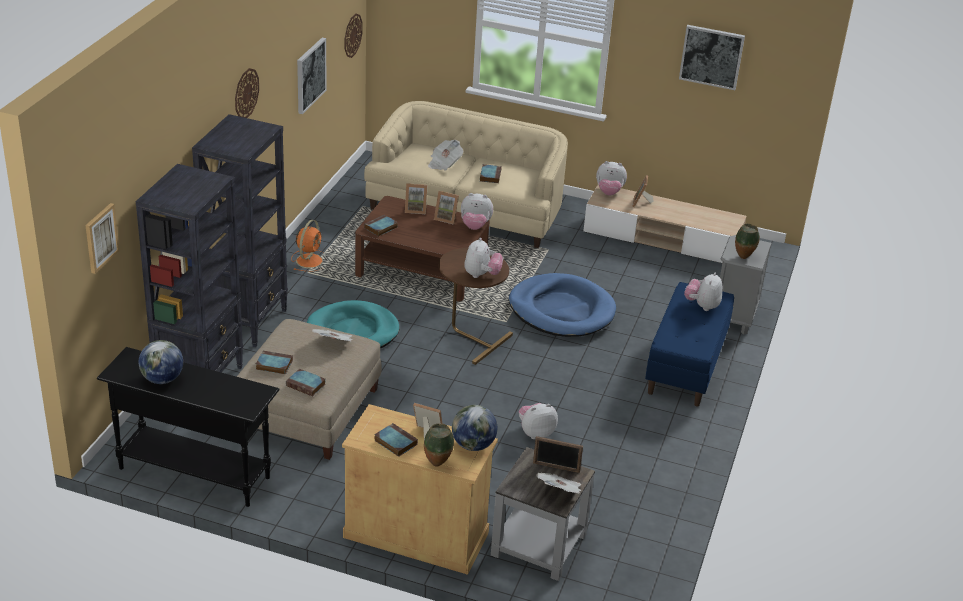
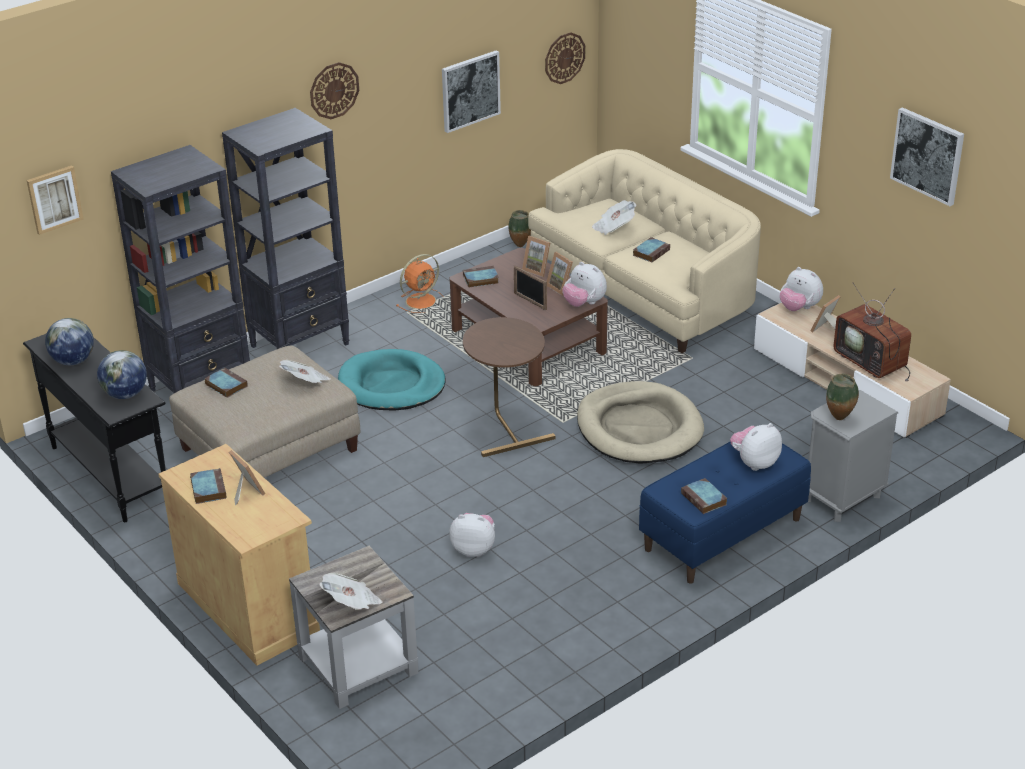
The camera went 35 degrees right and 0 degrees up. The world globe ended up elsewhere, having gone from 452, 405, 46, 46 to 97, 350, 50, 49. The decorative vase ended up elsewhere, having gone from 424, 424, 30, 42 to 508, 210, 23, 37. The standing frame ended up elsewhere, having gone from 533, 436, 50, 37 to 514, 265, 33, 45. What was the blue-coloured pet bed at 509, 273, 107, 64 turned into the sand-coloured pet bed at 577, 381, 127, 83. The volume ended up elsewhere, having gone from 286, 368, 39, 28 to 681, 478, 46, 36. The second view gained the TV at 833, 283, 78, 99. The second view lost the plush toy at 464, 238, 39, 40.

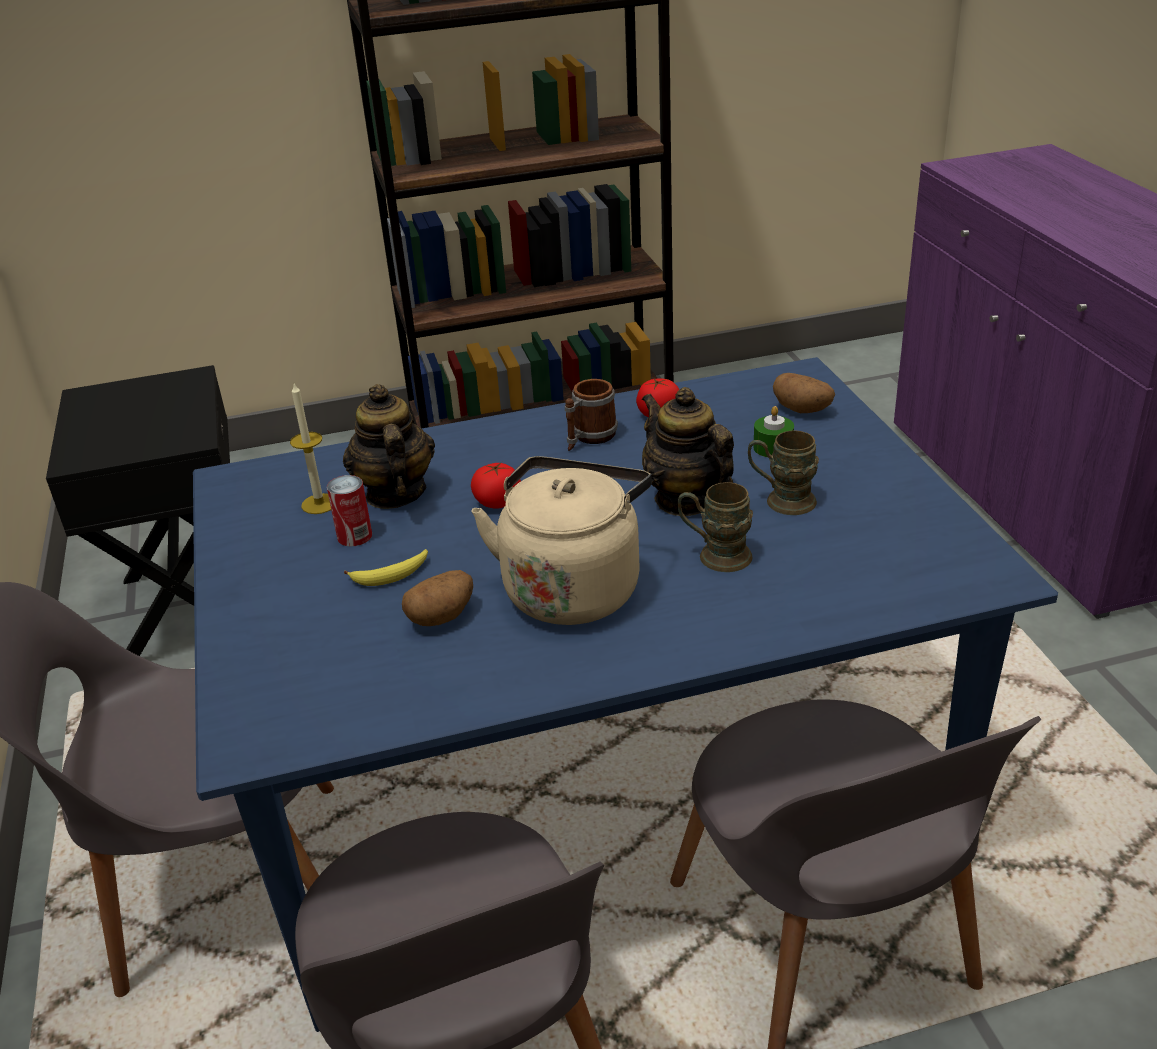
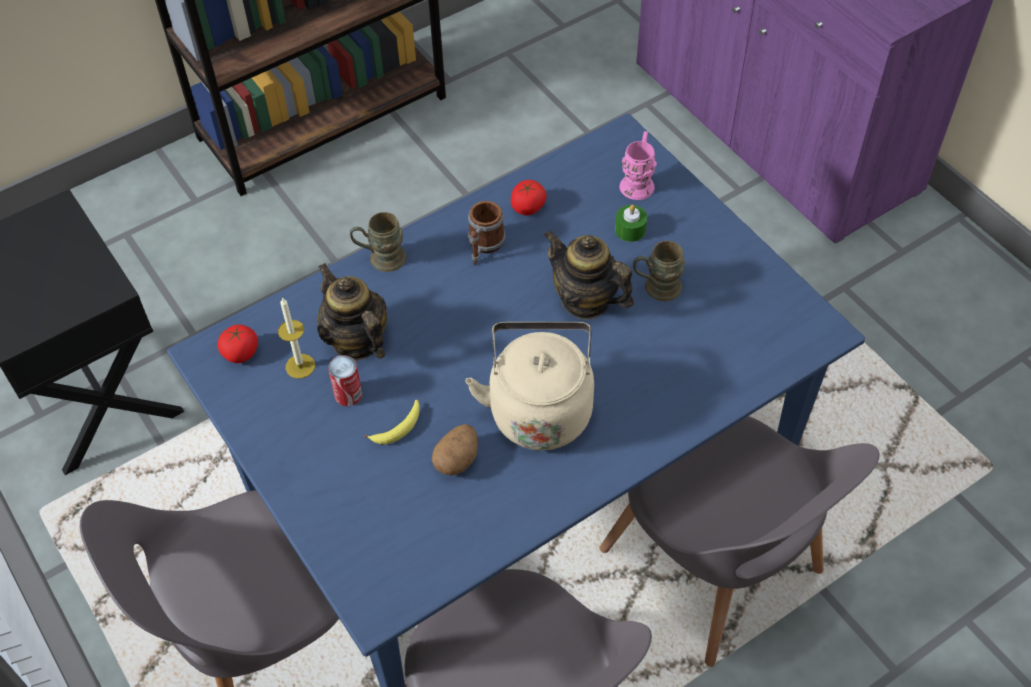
The camera went 20 degrees left and 20 degrees up. The fresh tomato ended up elsewhere, having gone from 471, 462, 50, 47 to 217, 324, 41, 39. The brown mug ended up elsewhere, having gone from 678, 482, 75, 90 to 350, 212, 57, 60. Where the whole potato stood at 773, 373, 62, 40, the pink-coloured mug came to stand at 619, 131, 38, 69.

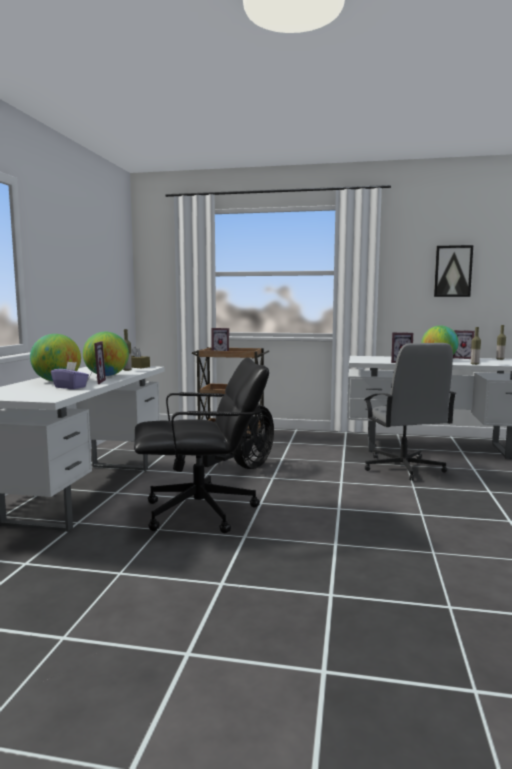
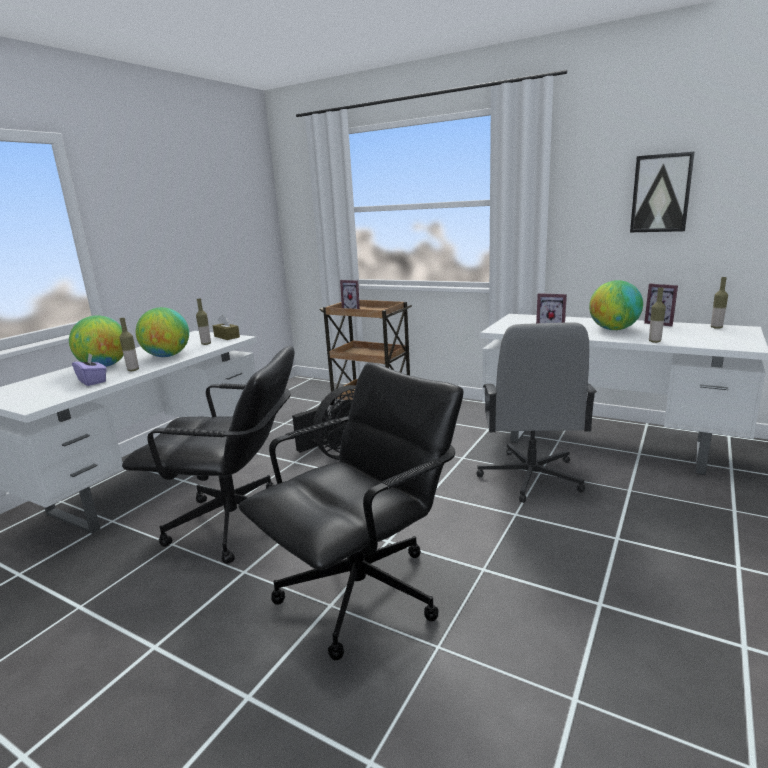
The camera went 20 degrees right and 10 degrees up. Where the standing frame stood at 87, 341, 19, 43, the beverage bottle came to stand at 119, 318, 20, 53. The second view gained the blackish desk chair at 238, 362, 225, 298.

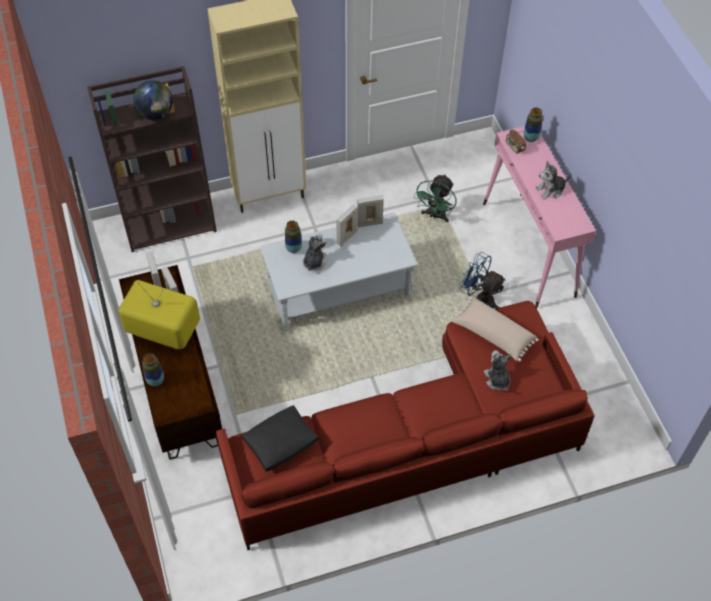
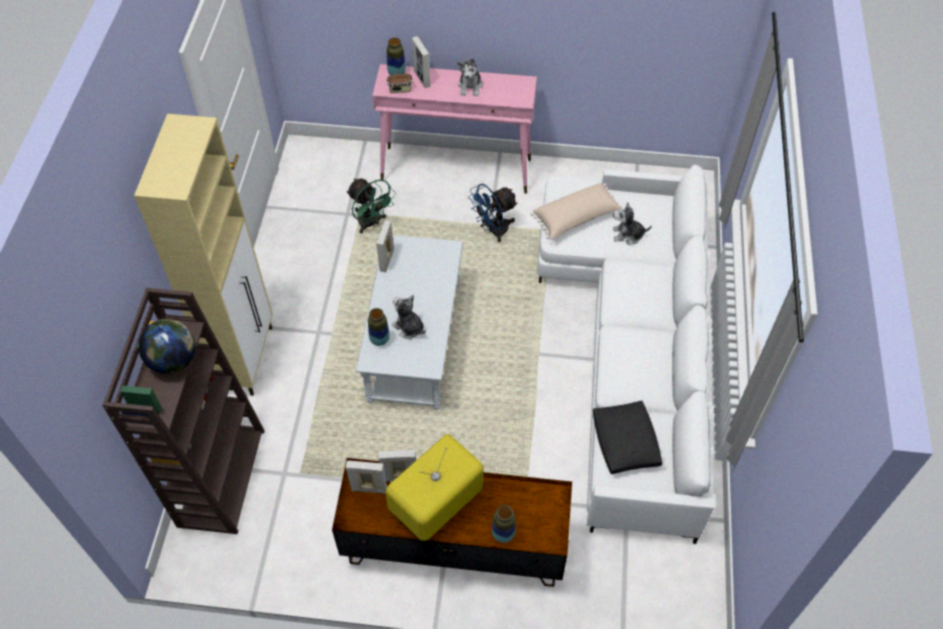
The camera went 65 degrees left and 0 degrees up. The standing frame ended up elsewhere, having gone from 336, 204, 22, 42 to 412, 36, 19, 52. What was the red couch at 216, 301, 379, 249 turned into the whitish couch at 537, 165, 178, 379.

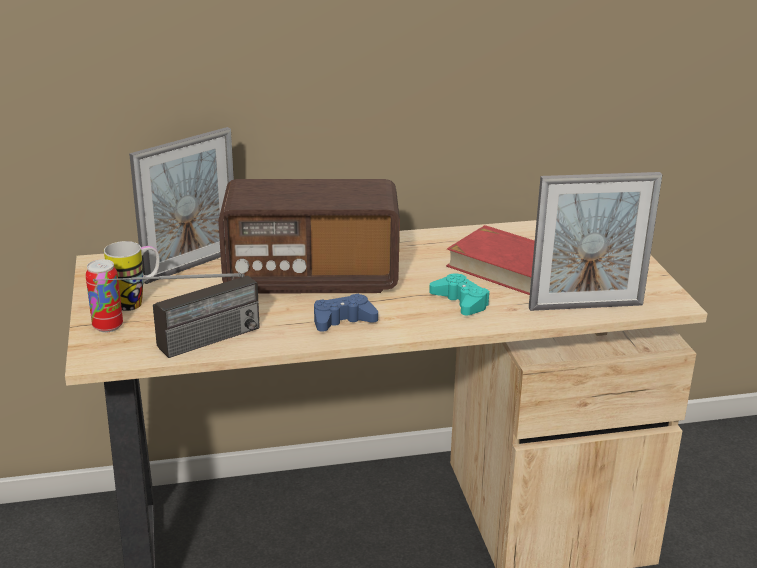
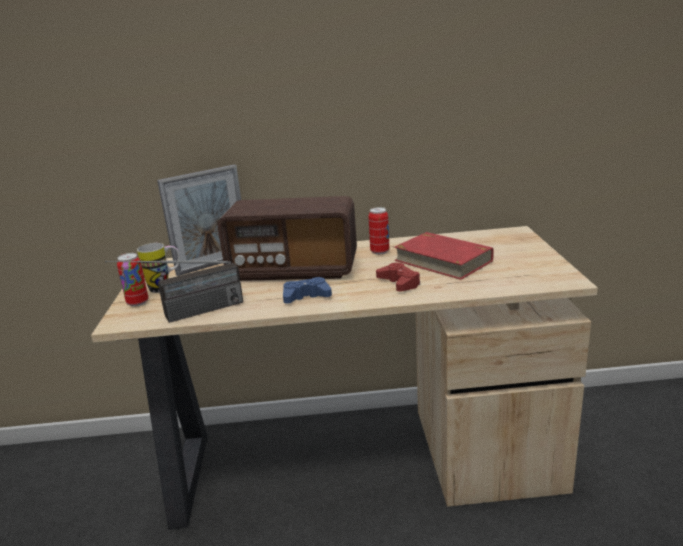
The camera went 10 degrees right and 5 degrees down. The second view gained the metal can at 368, 207, 21, 47. What was the turquoise game controller at 429, 273, 60, 42 turned into the red game controller at 376, 263, 45, 28. The second view lost the standing frame at 529, 172, 133, 139.

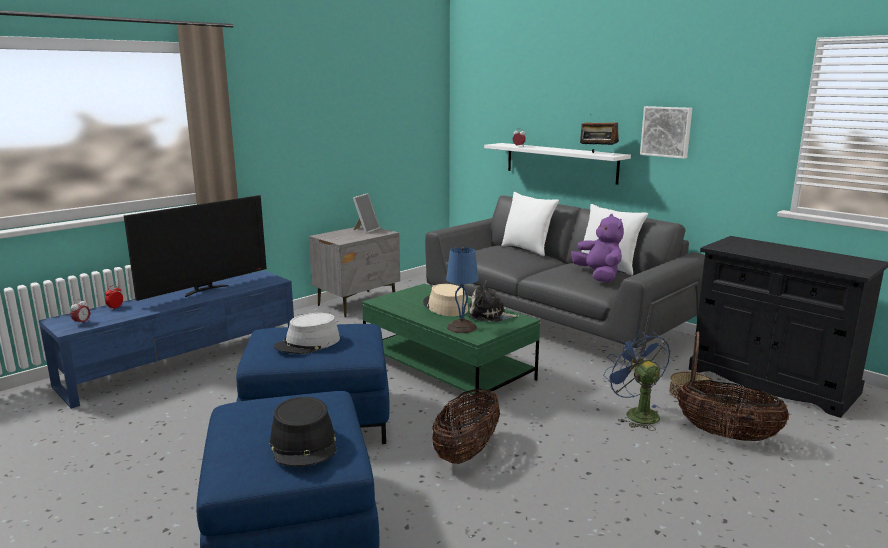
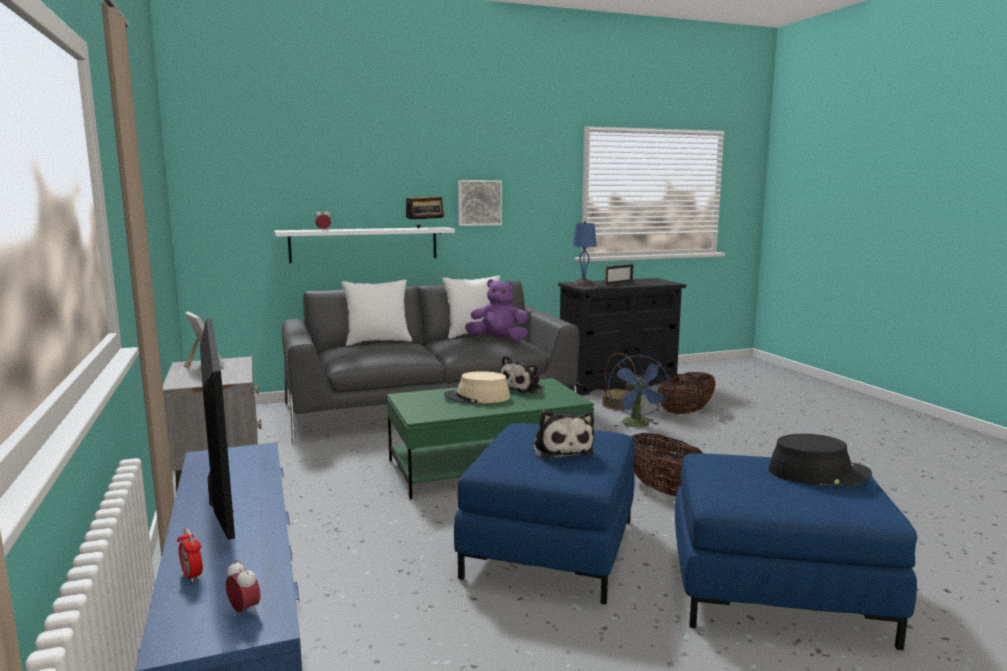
The camera went 65 degrees left and 5 degrees down. Where the greyish hat stood at 274, 313, 66, 41, the plush toy came to stand at 532, 410, 62, 50. The blue-coloured tabletop lamp ended up elsewhere, having gone from 446, 247, 32, 86 to 572, 221, 25, 65. The second view gained the standing frame at 605, 264, 28, 21. The blue-coloured electric fan at 603, 331, 67, 100 ended up facing another way, 90 degrees counterclockwise from before.

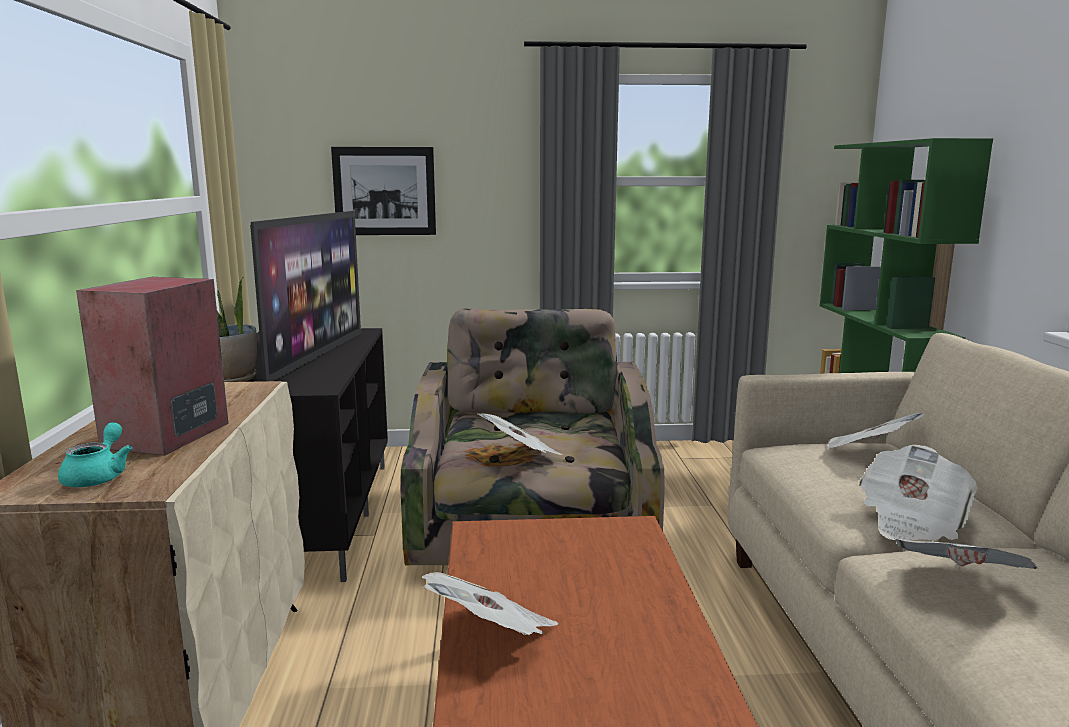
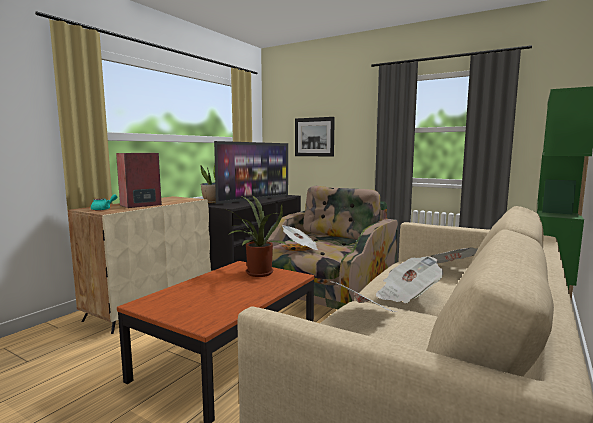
The camera went 35 degrees right and 5 degrees down. The second view gained the potted plant at 228, 195, 58, 82. The second view lost the daily paper at 422, 572, 136, 63.

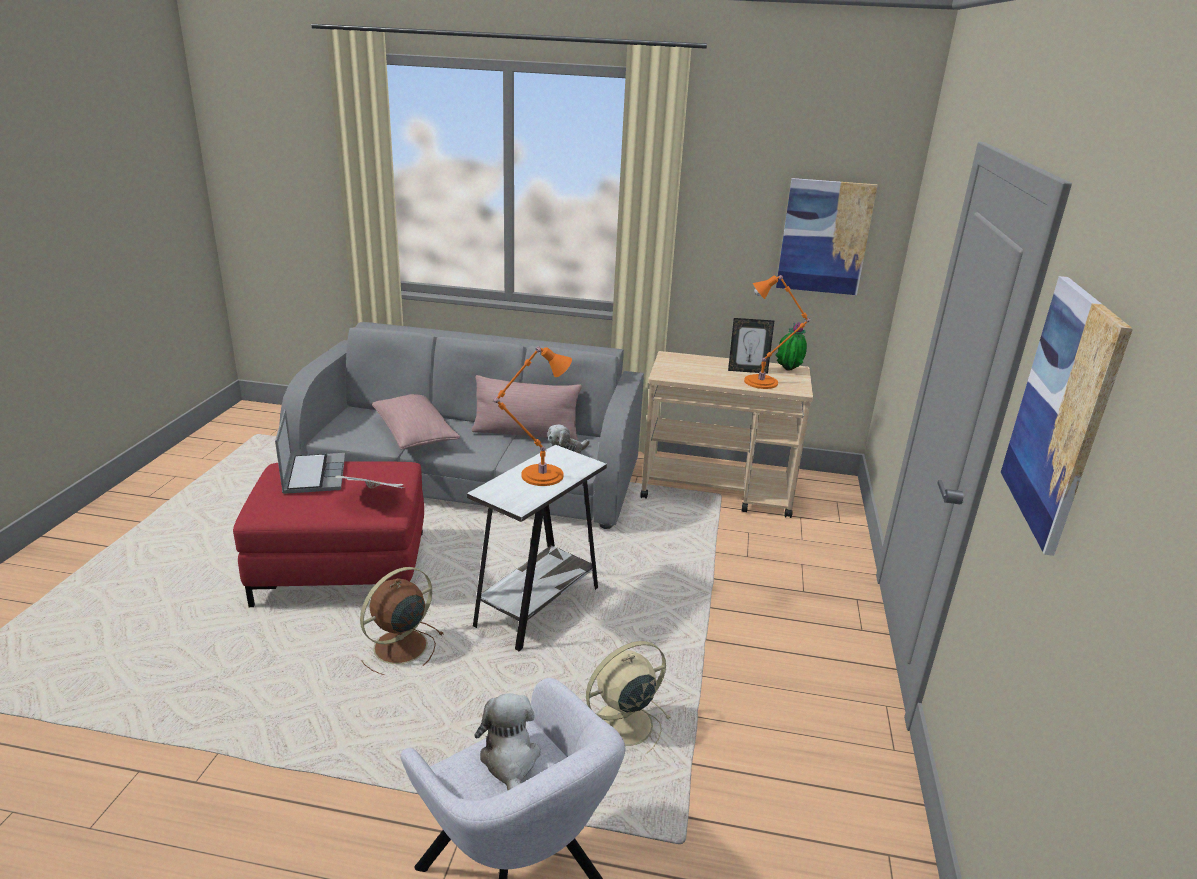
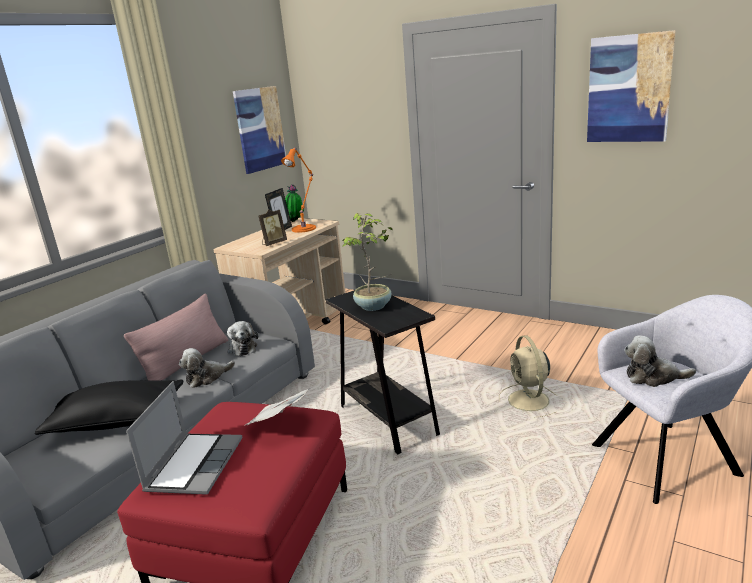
The camera went 65 degrees left and 5 degrees down. What was the pink-coloured cushion at 372, 394, 88, 56 turned into the blackish cushion at 35, 380, 148, 55. The notebook computer at 275, 409, 70, 85 ended up facing another way, 90 degrees clockwise from before. The second view gained the plush toy at 179, 348, 56, 40. The second view gained the standing frame at 258, 209, 29, 37. What was the whitish side table at 467, 445, 140, 206 turned into the blackish side table at 326, 290, 114, 164. Where the orange-coloured tabletop lamp stood at 493, 347, 79, 139, the potted plant came to stand at 342, 213, 51, 98. The second view lost the brown electric fan at 360, 567, 83, 108.

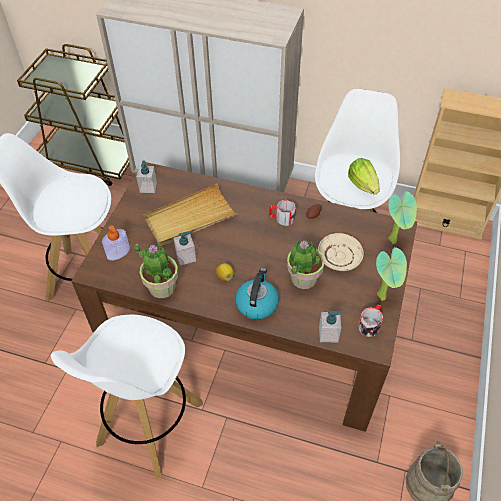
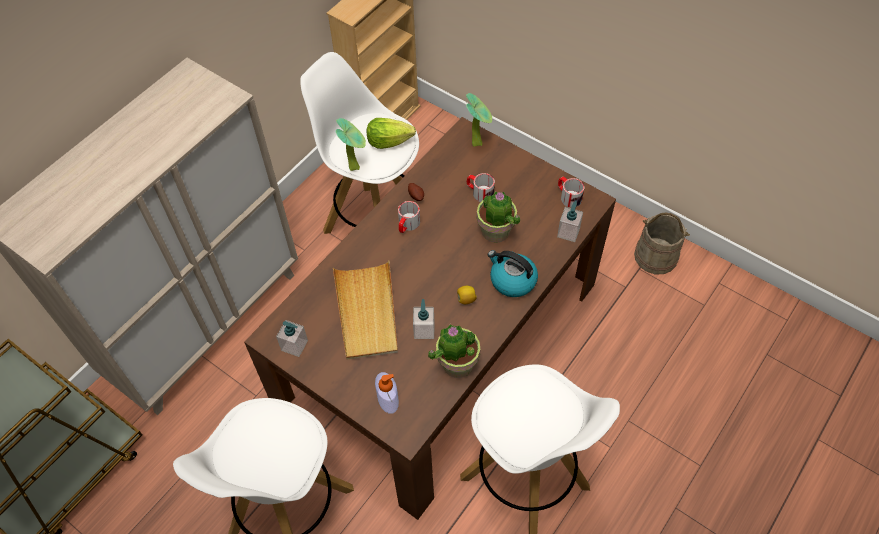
The camera went 70 degrees left and 5 degrees up. The potted plant ended up elsewhere, having gone from 376, 247, 31, 54 to 336, 118, 30, 53. Where the sand-coloured plate stood at 318, 233, 46, 38, the mug came to stand at 467, 173, 28, 29.

